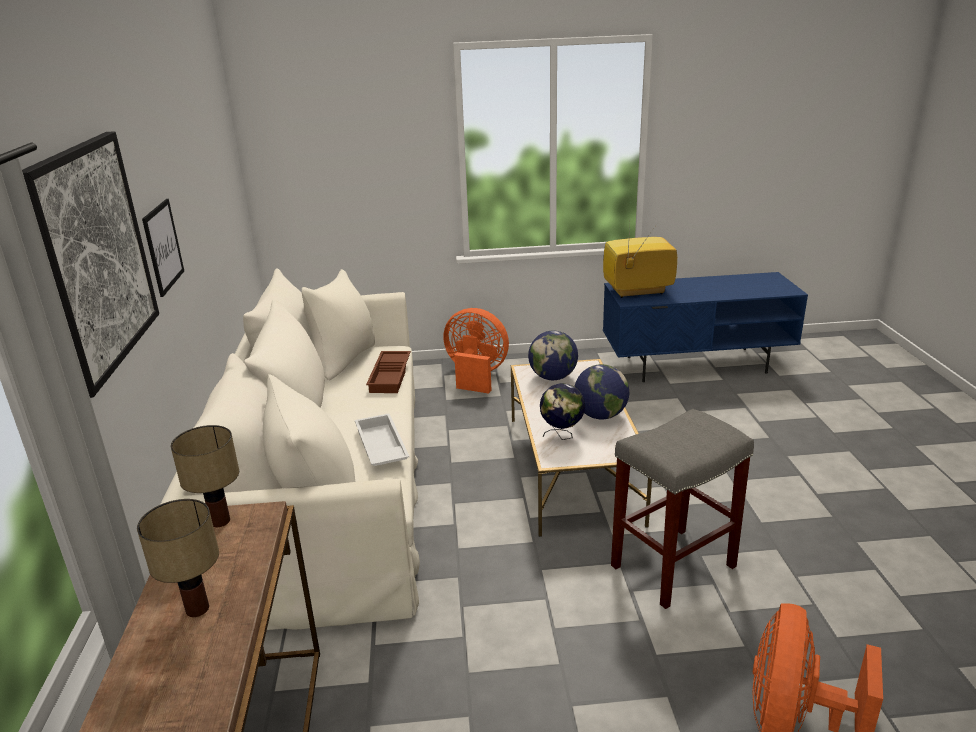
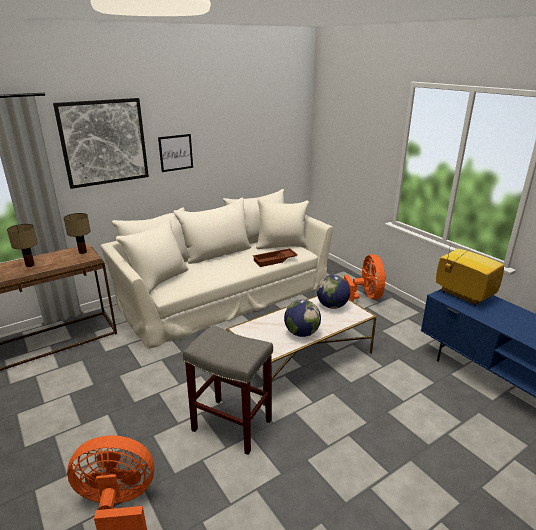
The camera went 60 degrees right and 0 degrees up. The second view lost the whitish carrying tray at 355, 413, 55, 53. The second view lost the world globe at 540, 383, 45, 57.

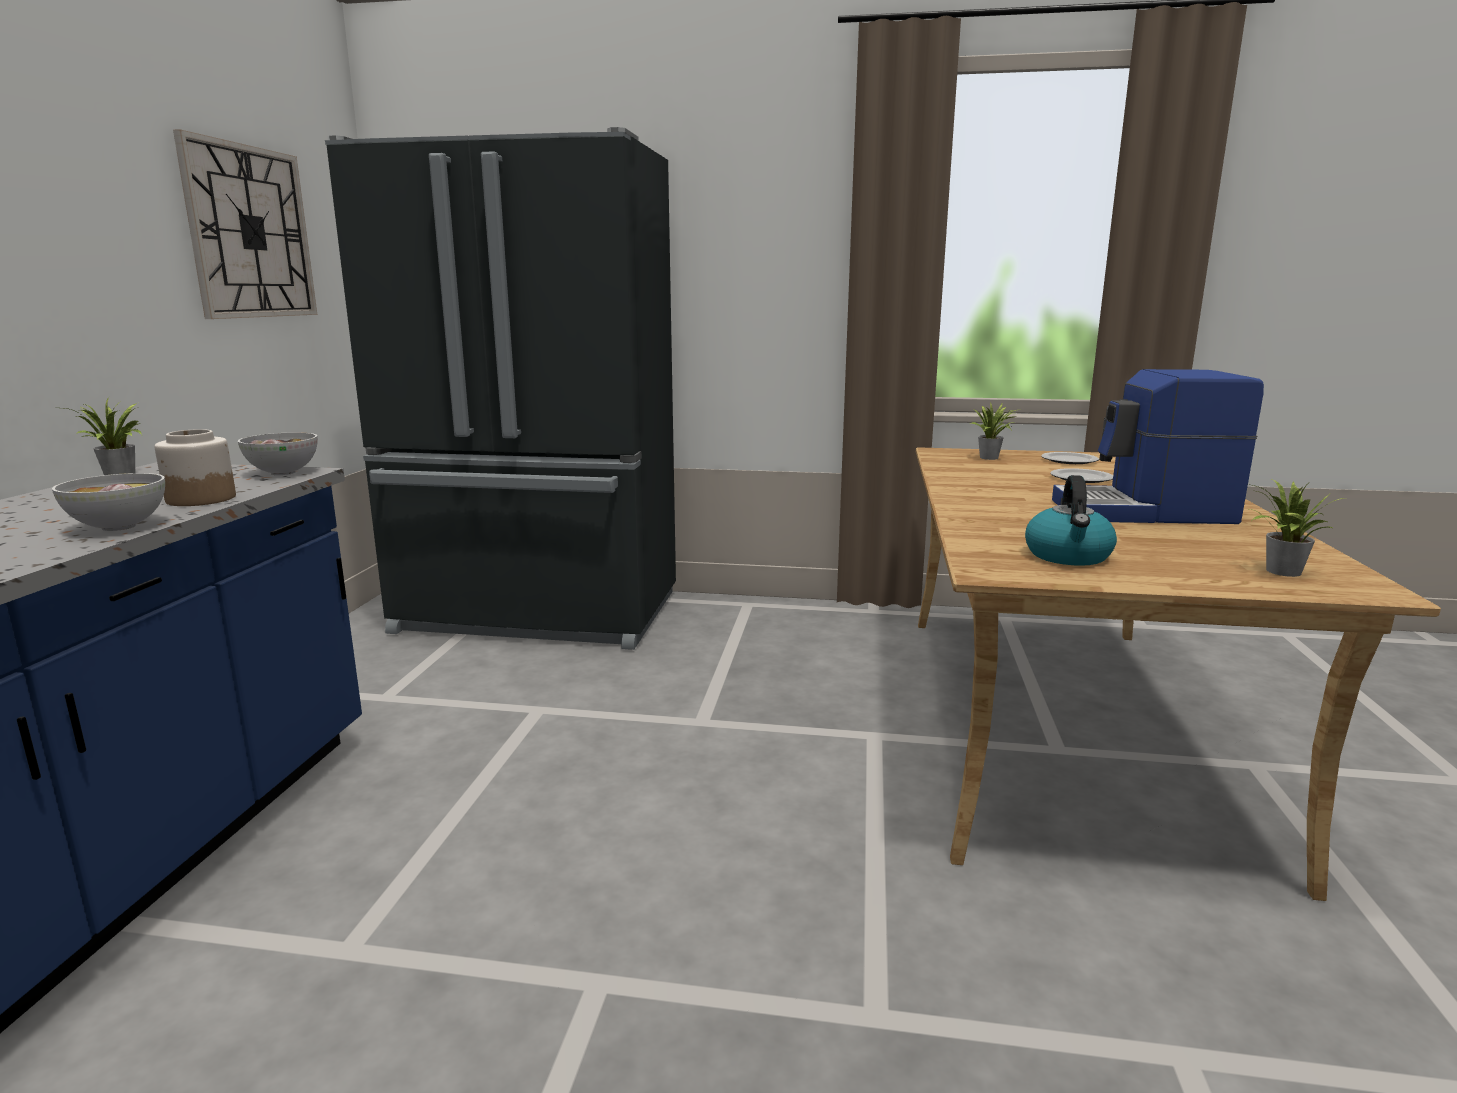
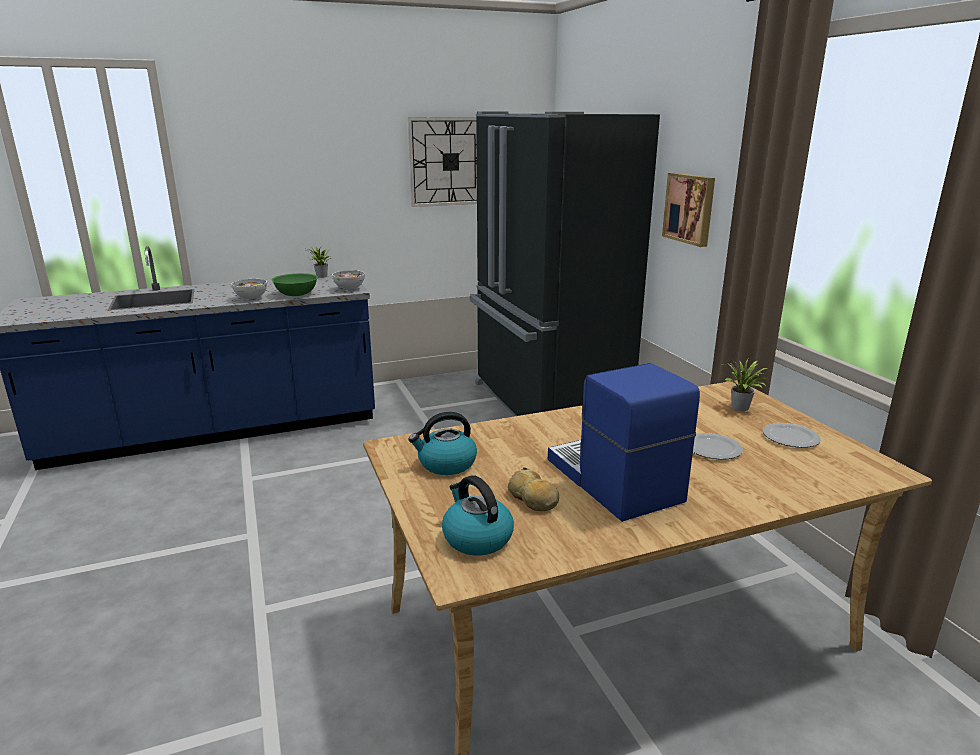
The camera went 60 degrees right and 5 degrees up. Where the preserve jar stood at 154, 429, 82, 77, the greenish serving bowl came to stand at 271, 273, 47, 23. Where the potted plant stood at 1248, 480, 96, 97, the tea kettle came to stand at 442, 475, 72, 81. The second view gained the baked bread at 508, 467, 51, 44. The second view gained the picture at 662, 173, 53, 74.

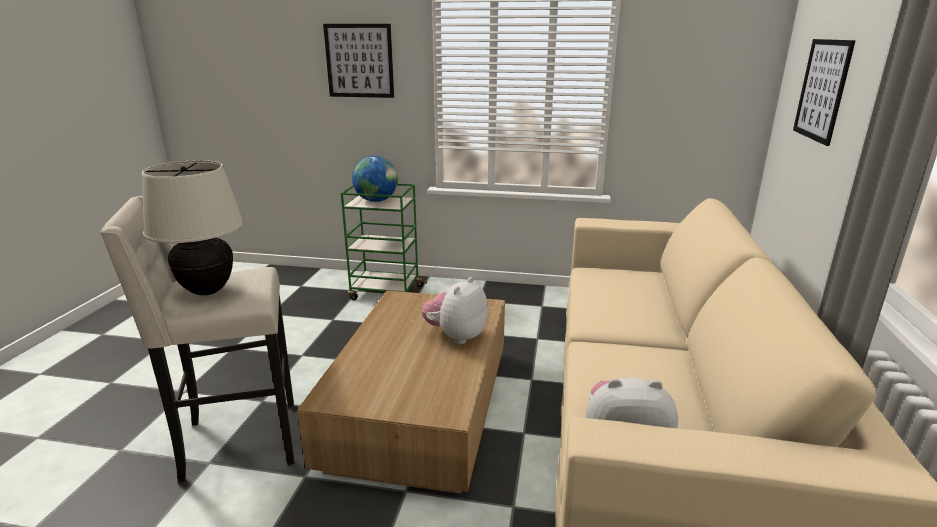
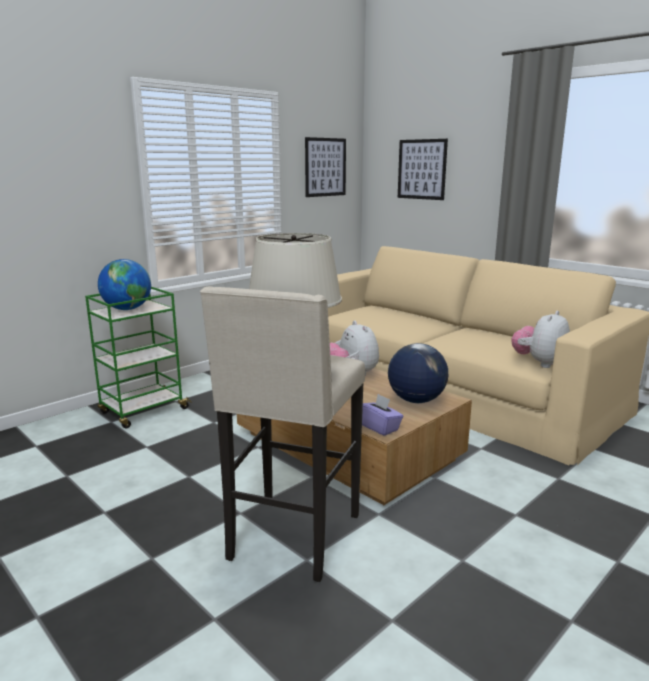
The camera went 55 degrees left and 5 degrees down. The picture ended up elsewhere, having gone from 323, 24, 71, 74 to 305, 137, 41, 60. The second view gained the purplish tissue holder at 362, 394, 42, 42. The second view gained the world globe at 388, 343, 60, 60.

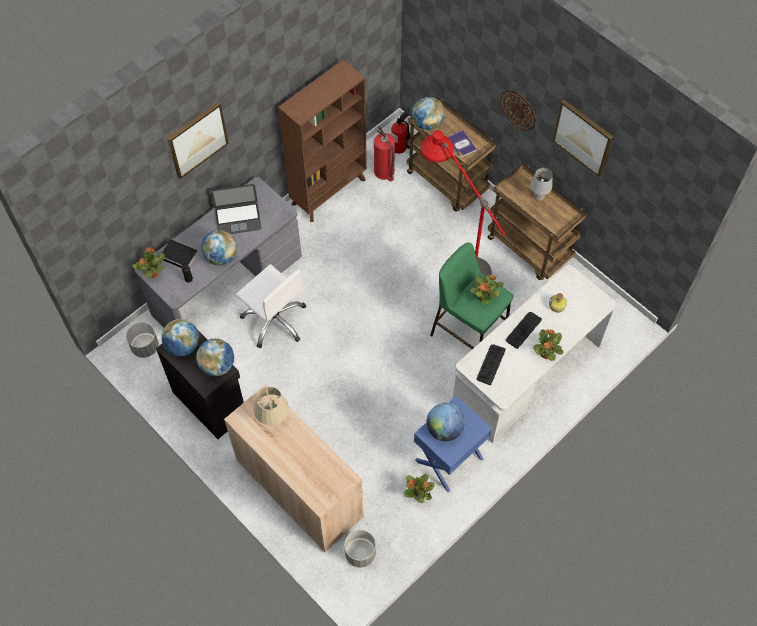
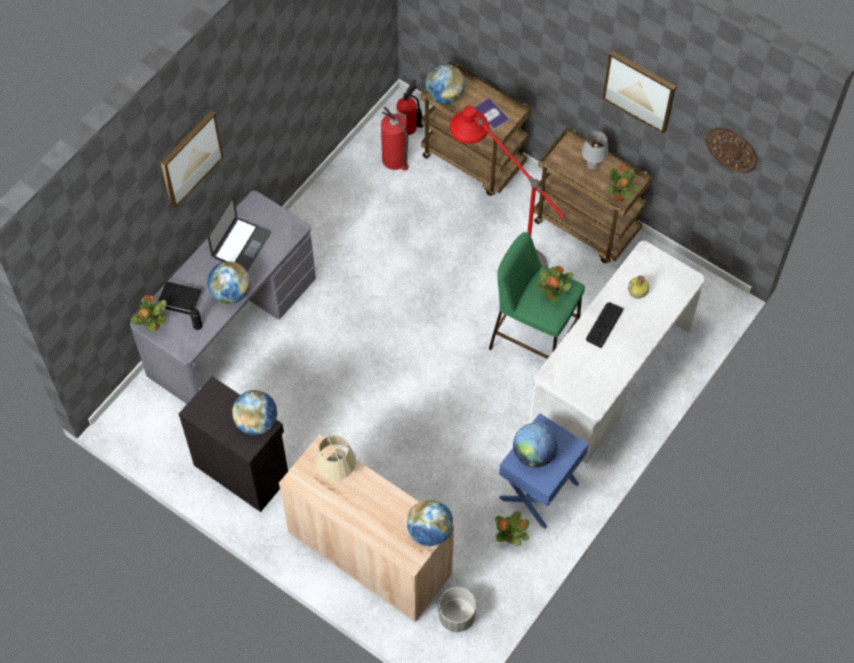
The camera went 10 degrees left and 0 degrees up. The notebook computer at 211, 184, 51, 50 ended up facing another way, 45 degrees counterclockwise from before. The world globe ended up elsewhere, having gone from 161, 319, 38, 38 to 407, 499, 46, 47. The potted plant ended up elsewhere, having gone from 533, 329, 31, 32 to 606, 165, 34, 36. The hanging clock ended up elsewhere, having gone from 500, 90, 36, 41 to 705, 127, 53, 46. The second view lost the greyish planter at 126, 322, 33, 36. The second view lost the whitish desk chair at 236, 264, 70, 84. The second view lost the brown bookshelf at 278, 60, 89, 162. The second view lost the computer keyboard at 477, 345, 29, 40.

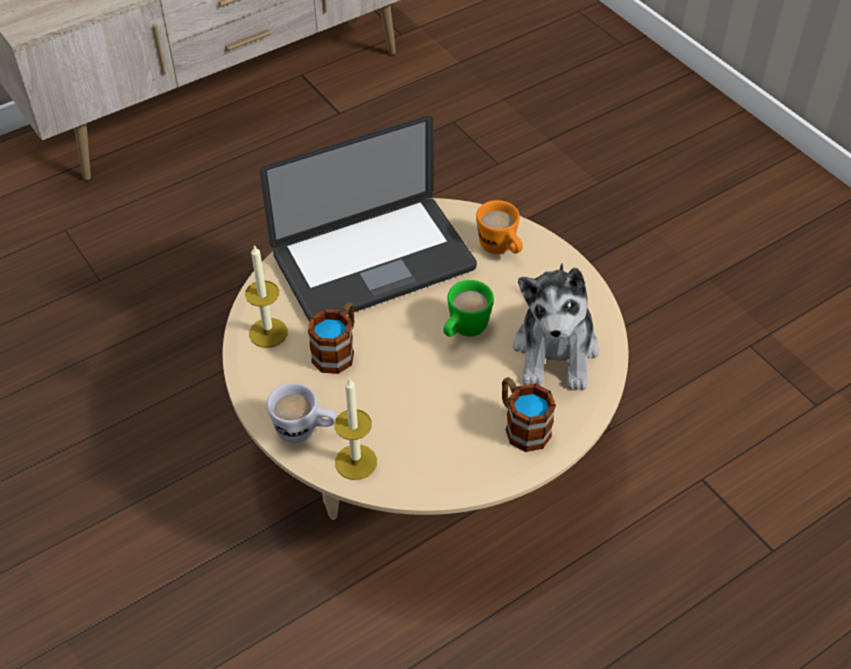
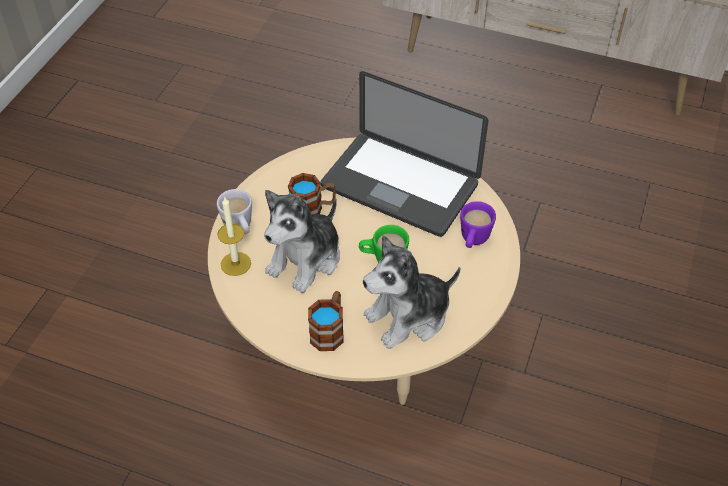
The camera went 55 degrees right and 0 degrees up. The second view gained the plush toy at 264, 190, 76, 103. What was the orange-coloured mug at 476, 200, 47, 54 turned into the purplish mug at 460, 201, 36, 47. The second view lost the wax light at 245, 244, 43, 104.

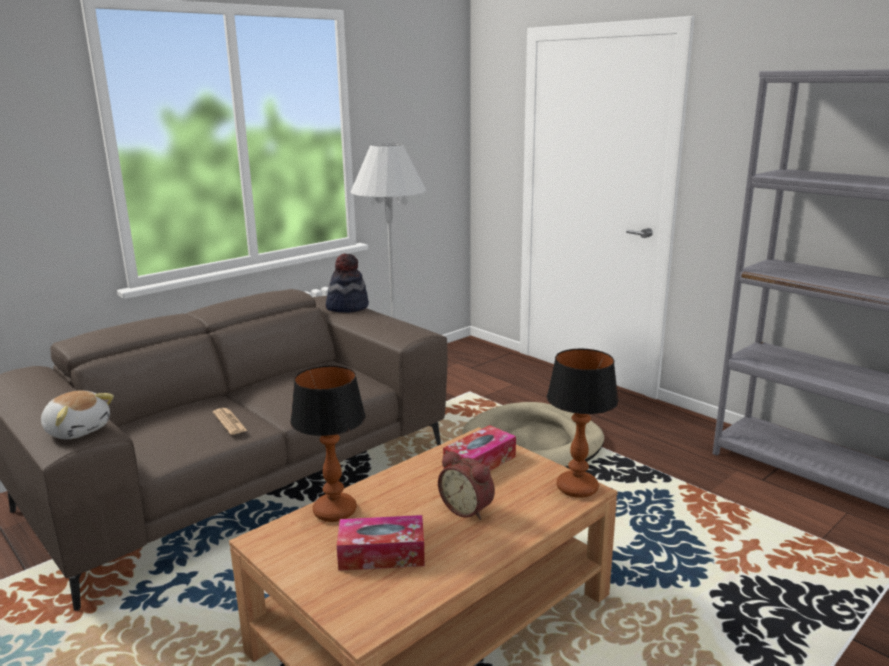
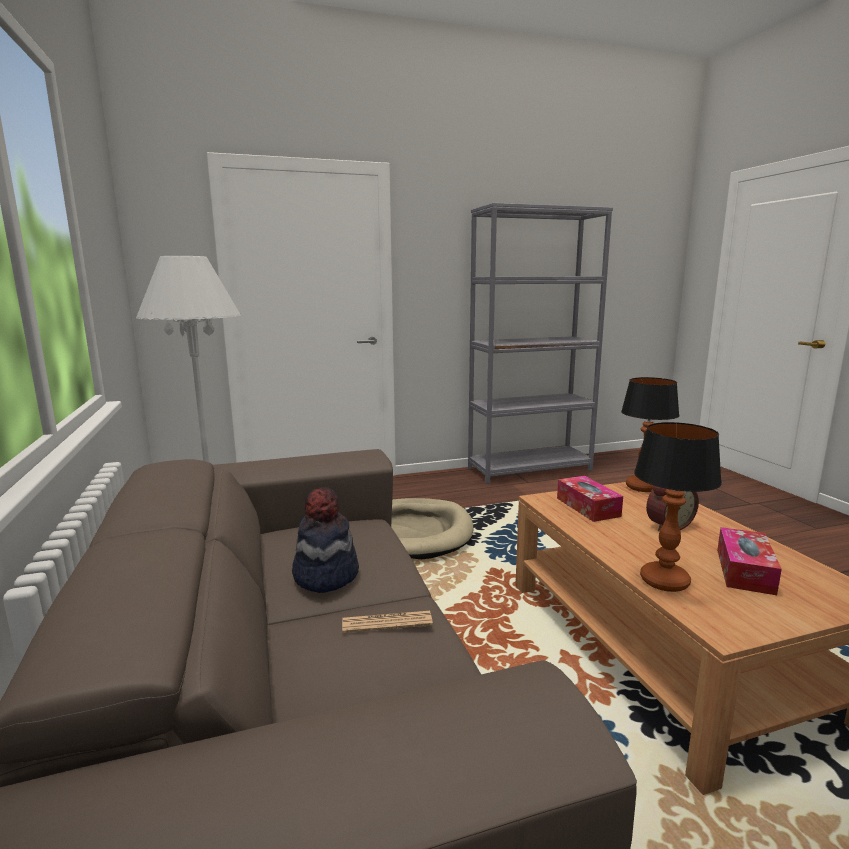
The camera went 65 degrees left and 5 degrees down. The hat ended up elsewhere, having gone from 326, 253, 43, 60 to 292, 487, 67, 106. The second view lost the plush toy at 41, 391, 73, 48.

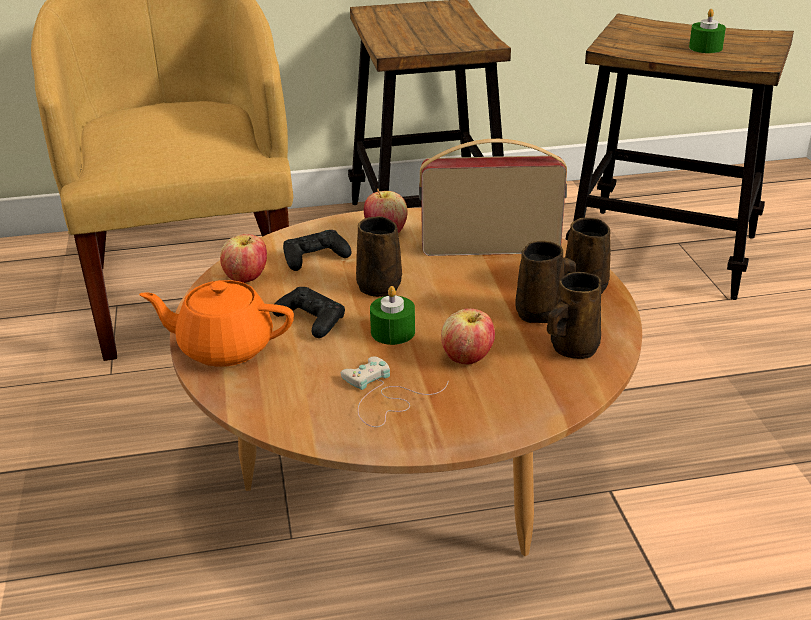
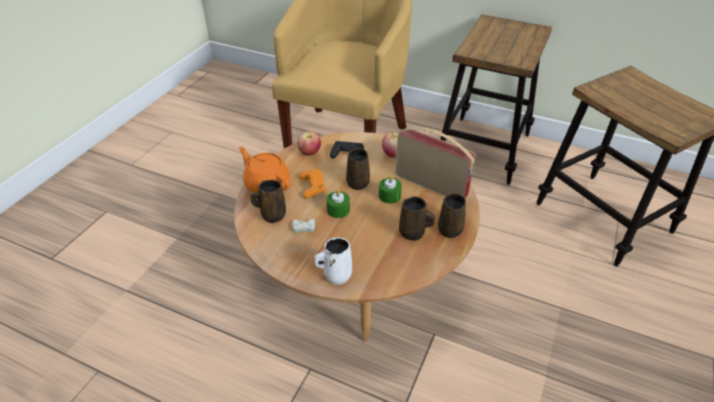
The camera went 35 degrees right and 10 degrees up. The brown mug ended up elsewhere, having gone from 547, 272, 54, 87 to 250, 180, 36, 43. What was the blackish game controller at 272, 287, 73, 51 turned into the orange-coloured game controller at 299, 169, 27, 29. The second view gained the whitish mug at 314, 237, 38, 48. The greenish wax light ended up elsewhere, having gone from 689, 9, 37, 44 to 379, 175, 23, 29. The second view lost the whole apple at 441, 309, 54, 56.

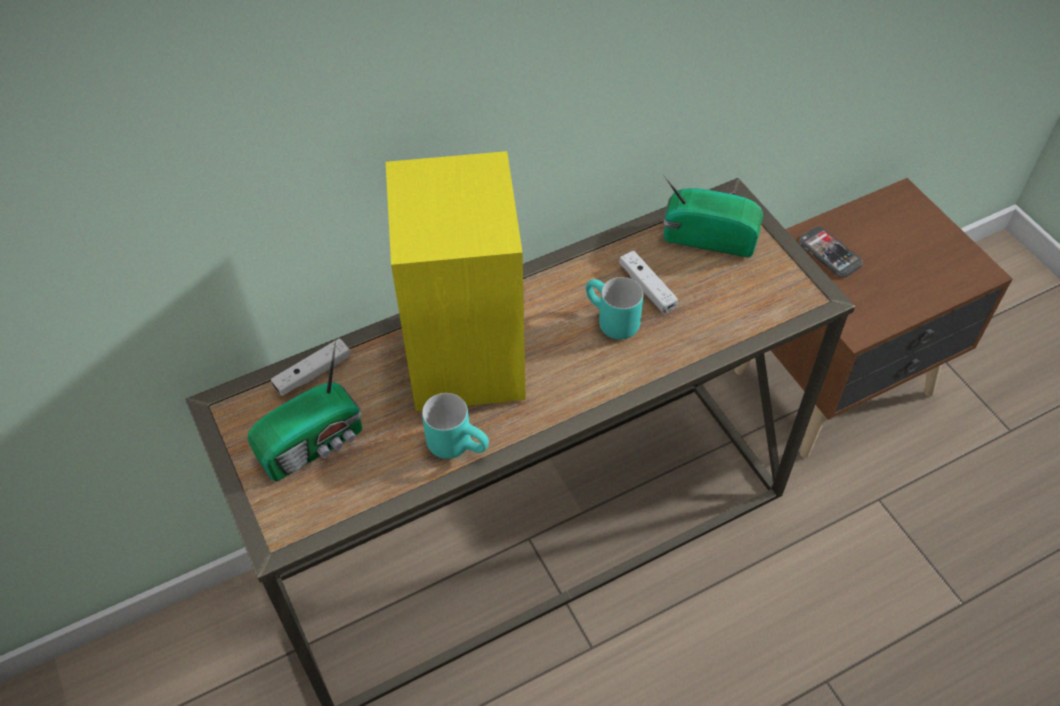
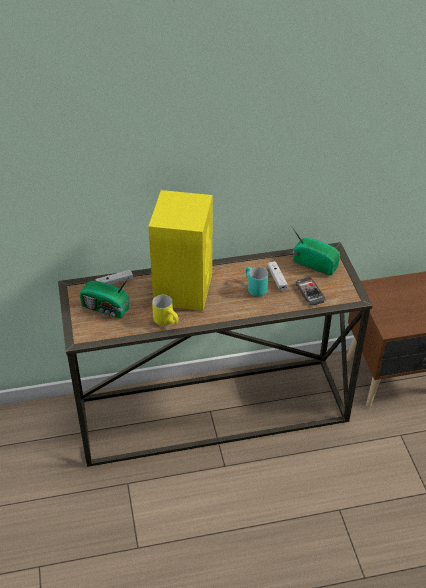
The camera went 15 degrees right and 10 degrees down. The radio receiver at 248, 340, 114, 142 ended up facing another way, 45 degrees clockwise from before. What was the turquoise mug at 422, 393, 67, 66 turned into the yellowish mug at 152, 295, 27, 31. The telephone ended up elsewhere, having gone from 799, 227, 63, 50 to 295, 277, 31, 28.

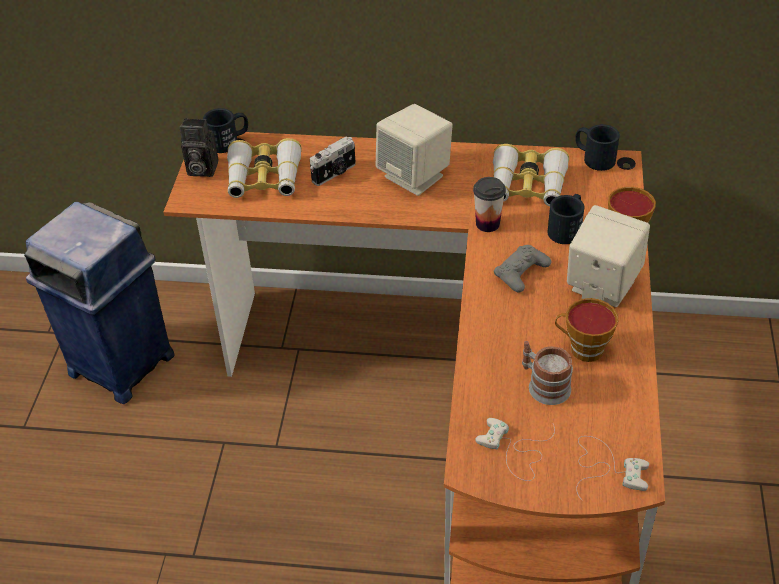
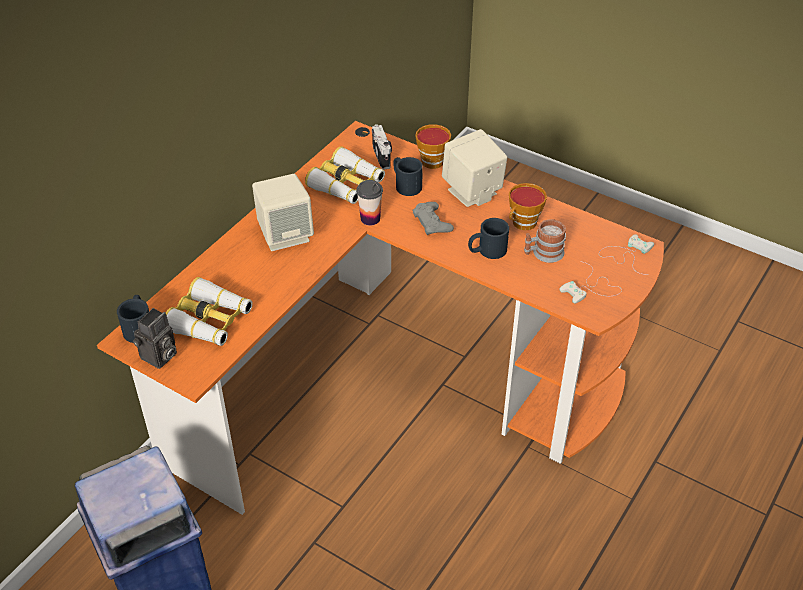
The camera went 65 degrees left and 0 degrees up. The photo camera ended up elsewhere, having gone from 310, 137, 46, 49 to 372, 124, 20, 46. The blackish mug ended up elsewhere, having gone from 575, 124, 45, 47 to 468, 218, 41, 41.

